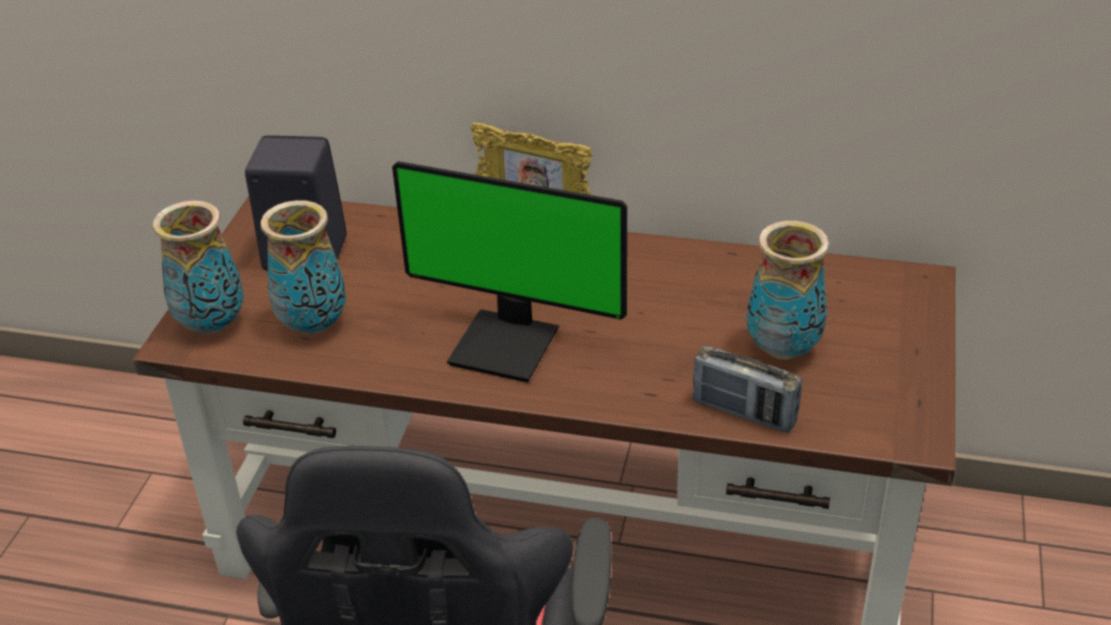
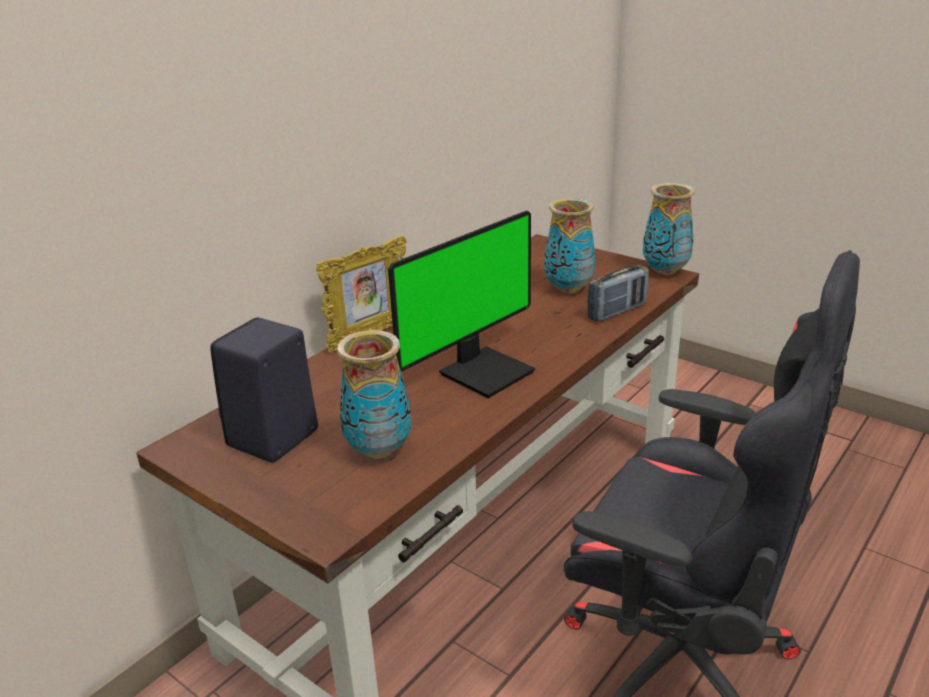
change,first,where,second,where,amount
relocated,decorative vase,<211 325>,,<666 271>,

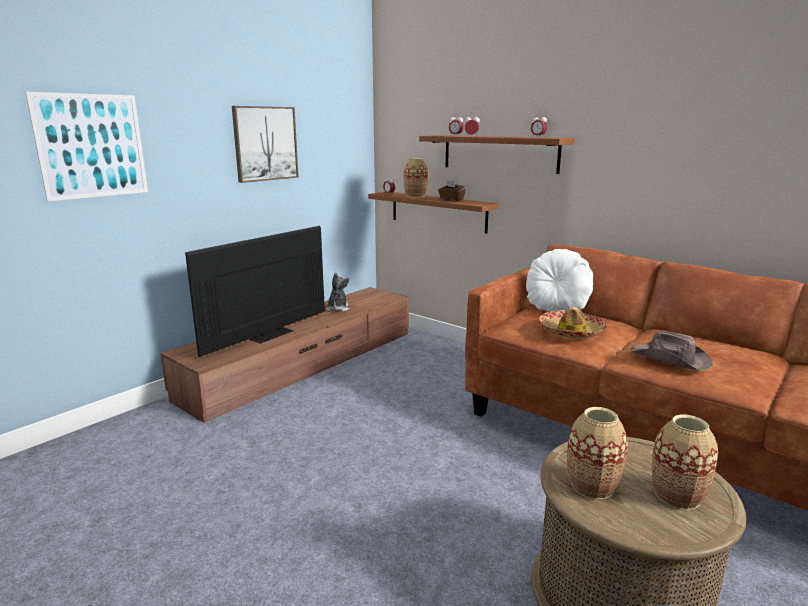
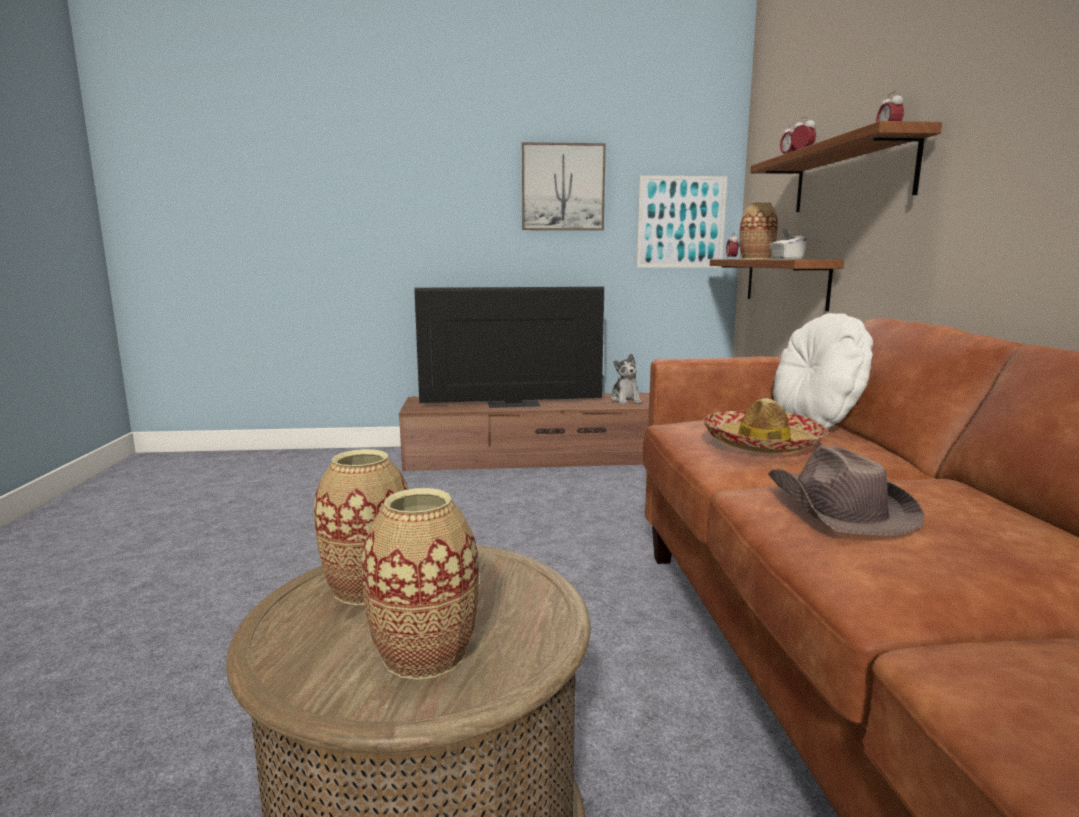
change,first,where,second,where,amount
relocated,wall art,<92 146>,,<681 222>,
colour,brownish tissue box,<451 200>,whitish tissue box,<786 259>,
spun,cuddly toy,<338 309>,,<625 400>,120 degrees clockwise

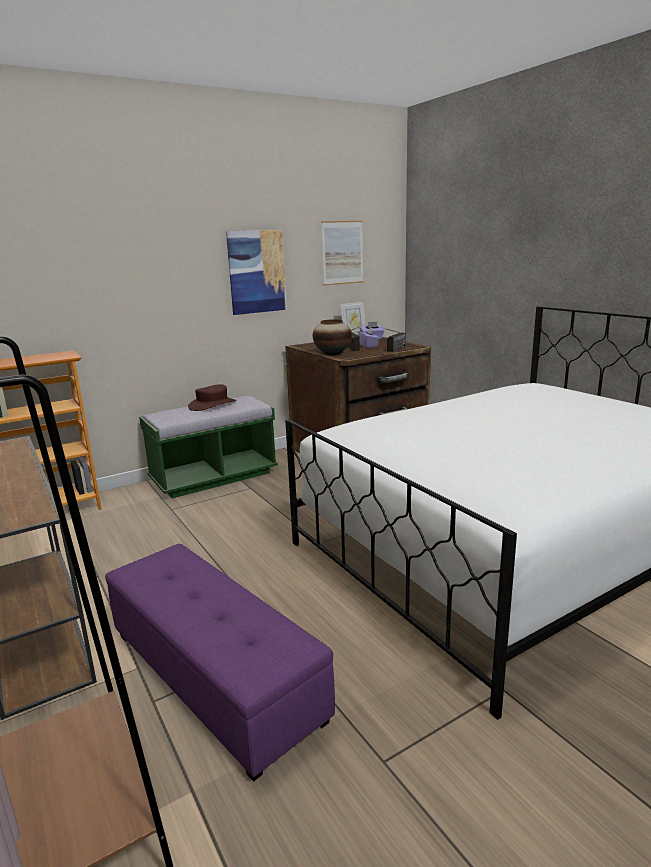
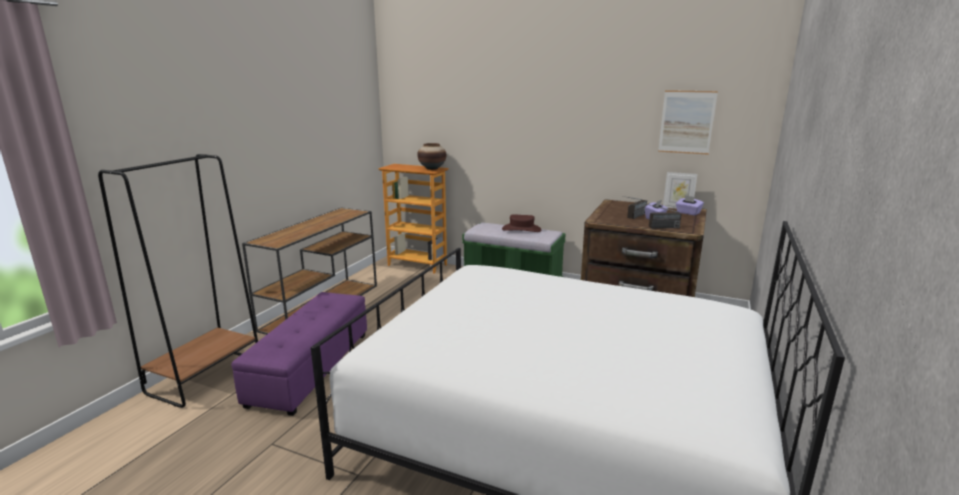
change,first,where,second,where,amount
missing,wall art,<256 272>,,,
relocated,decorative vase,<332 354>,,<432 168>,

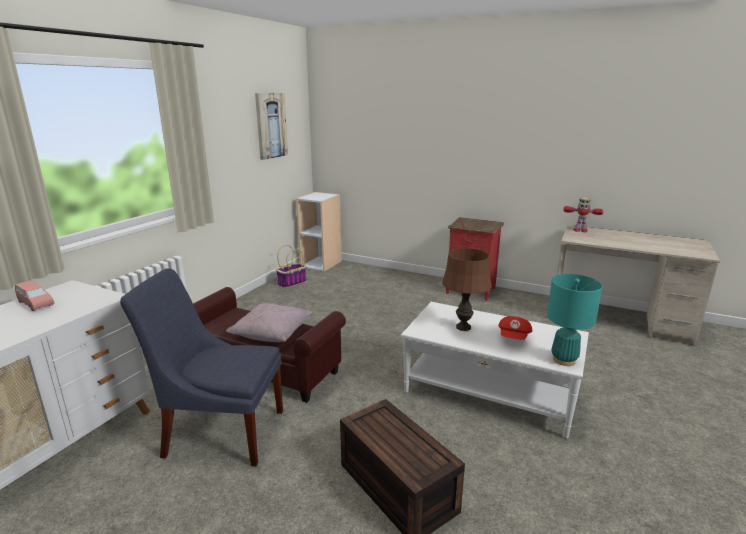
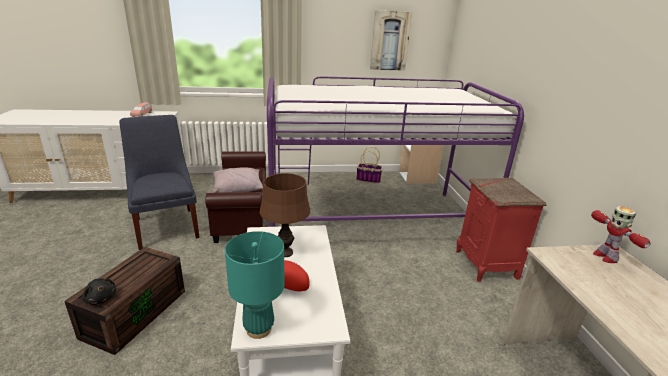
change,first,where,second,where,amount
appeared,,,purplish bedroom bed,<368 218>,
appeared,,,black-coloured cuddly toy,<101 298>,

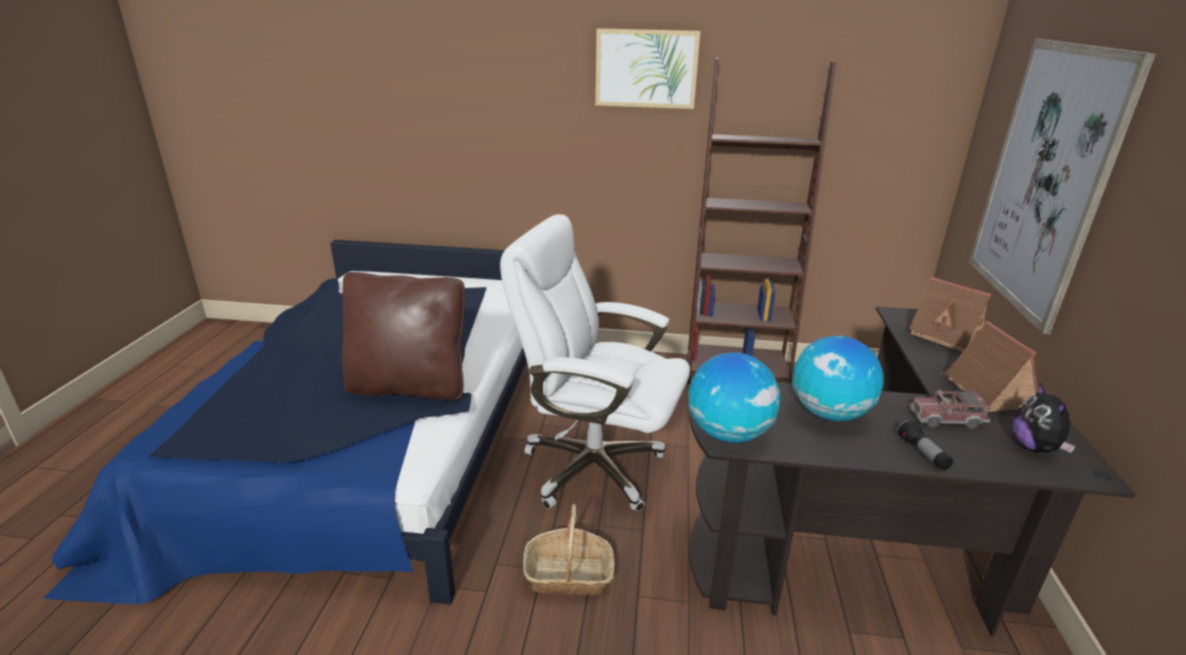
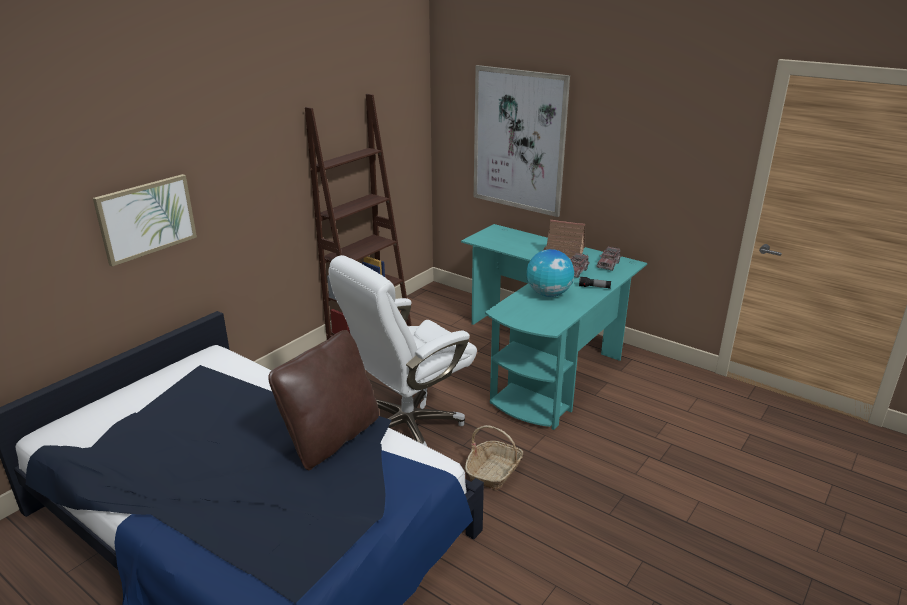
change,first,where,second,where,amount
relocated,wall art,<646 68>,,<146 218>,
missing,model house,<949 338>,,,
colour,black-coloured desk table,<875 537>,blue-green desk table,<546 358>,
missing,world globe,<728 433>,,,
exchanged,cuddly toy,<1035 447>,toy truck,<608 264>,

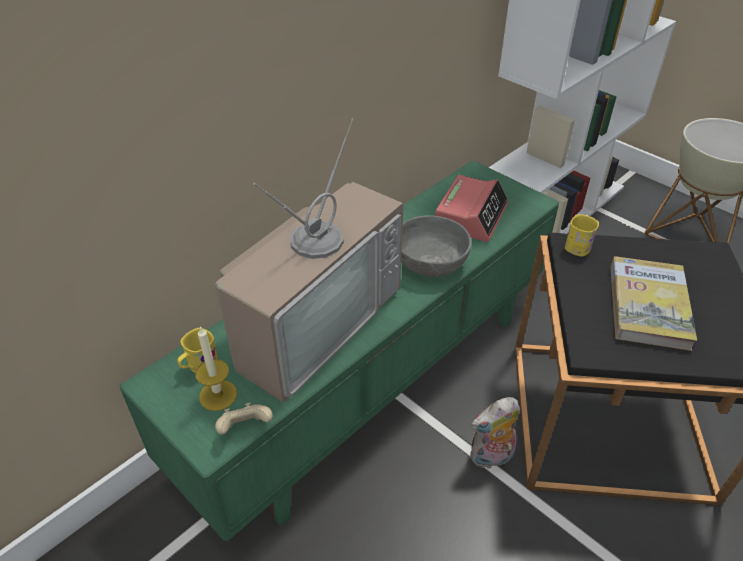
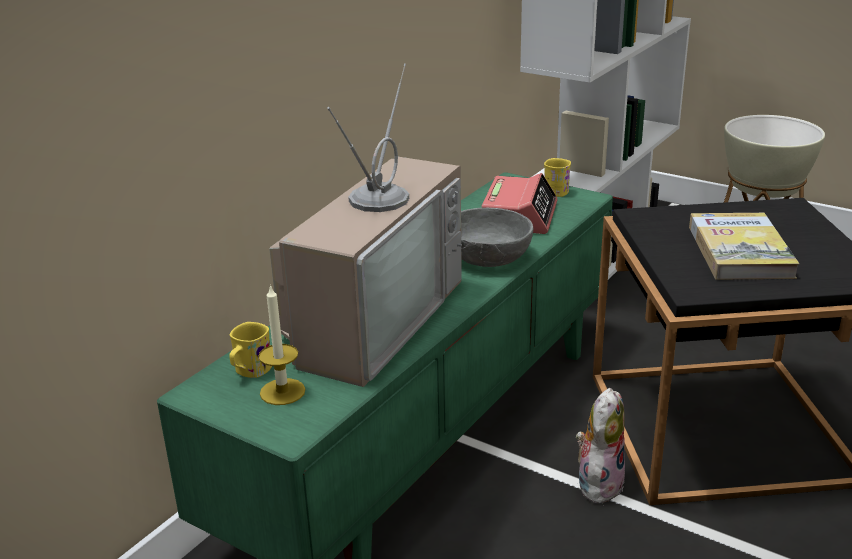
change,first,where,second,where,amount
relocated,yellowish coffee mug,<579 245>,,<558 190>,
spun,cuddly toy,<491 457>,,<598 482>,150 degrees clockwise
missing,beige-coloured joypad,<245 427>,,,

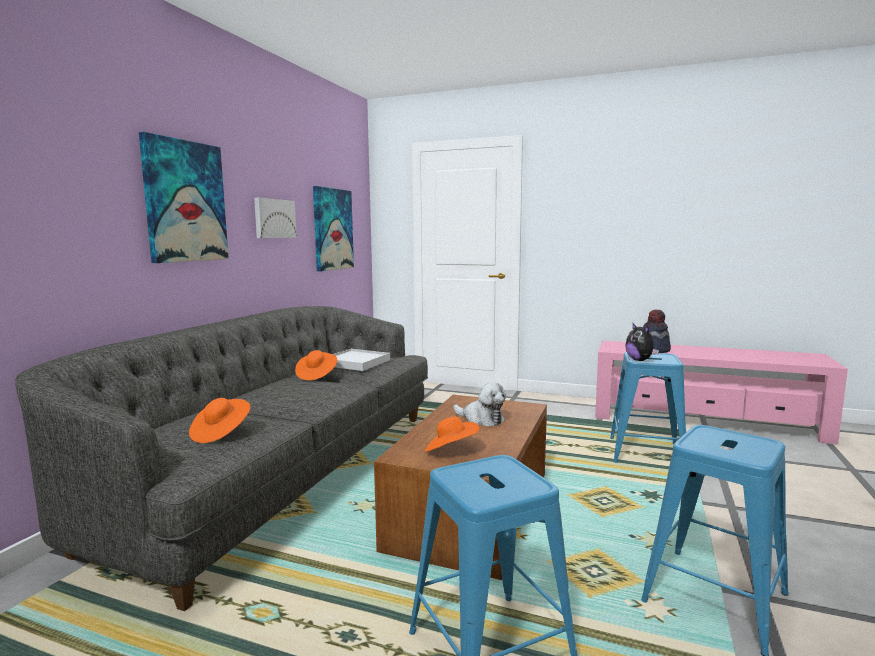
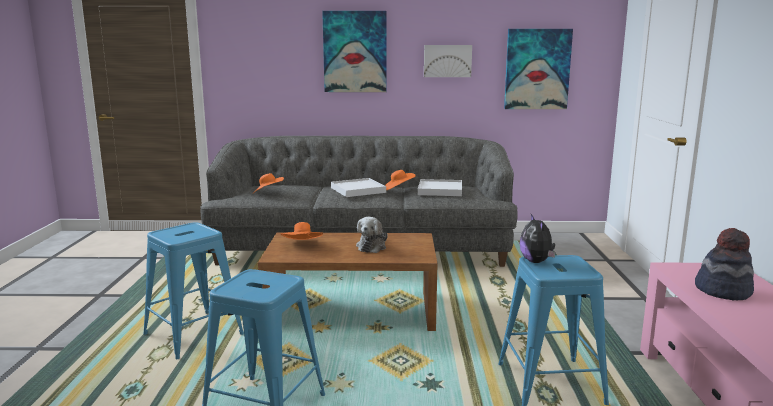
change,first,where,second,where,amount
spun,cuddly toy,<640 360>,,<537 261>,60 degrees counterclockwise
appeared,,,whitish serving tray,<358 190>,

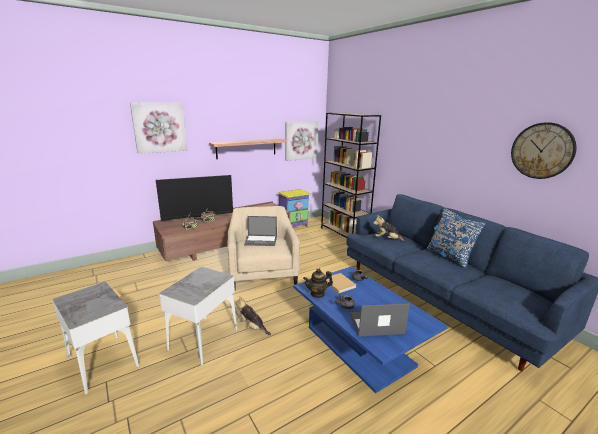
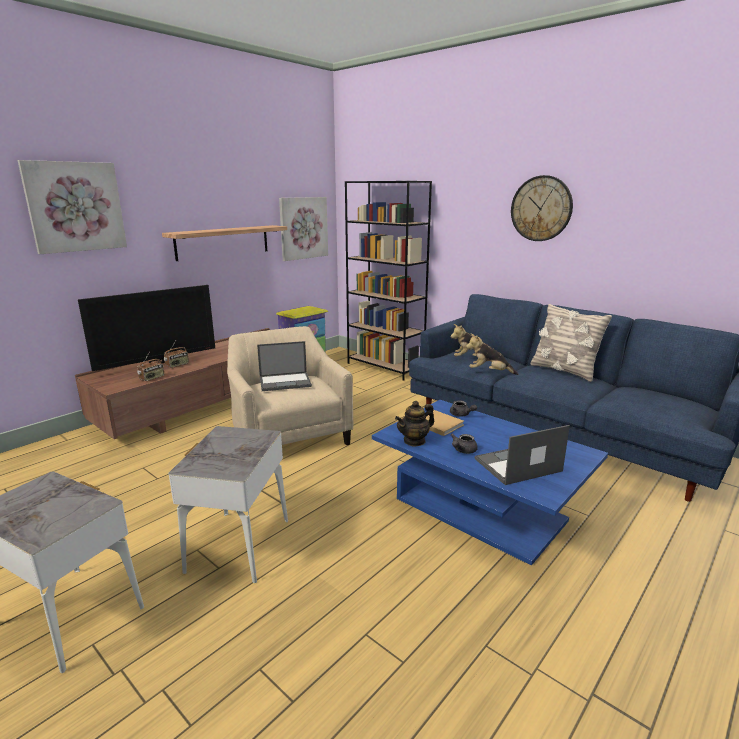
change,first,where,second,where,amount
relocated,wall clock,<542 151>,,<541 208>,
colour,blue-coloured cushion,<449 257>,beige-coloured cushion,<564 371>,
relocated,cuddly toy,<252 327>,,<489 372>,

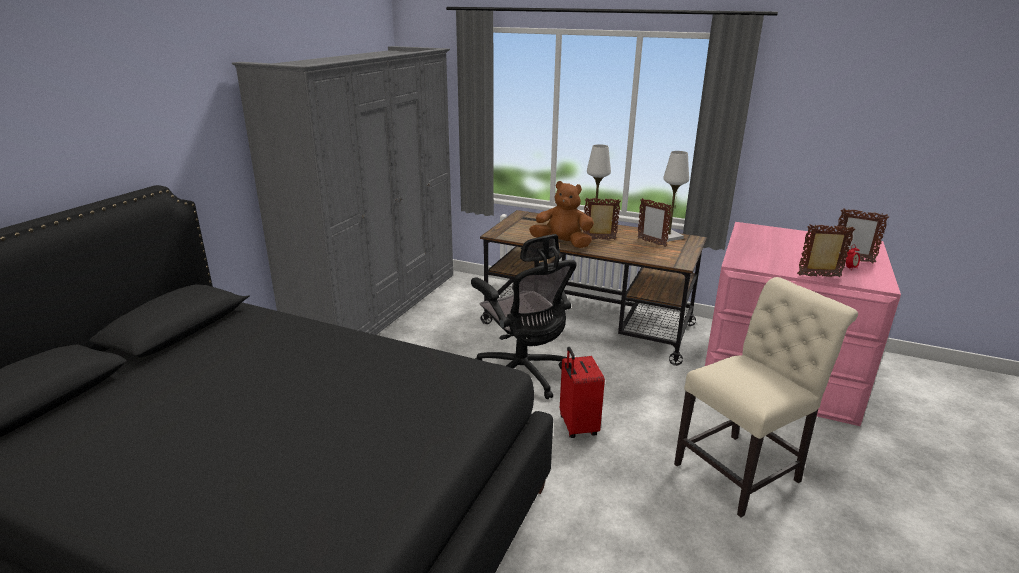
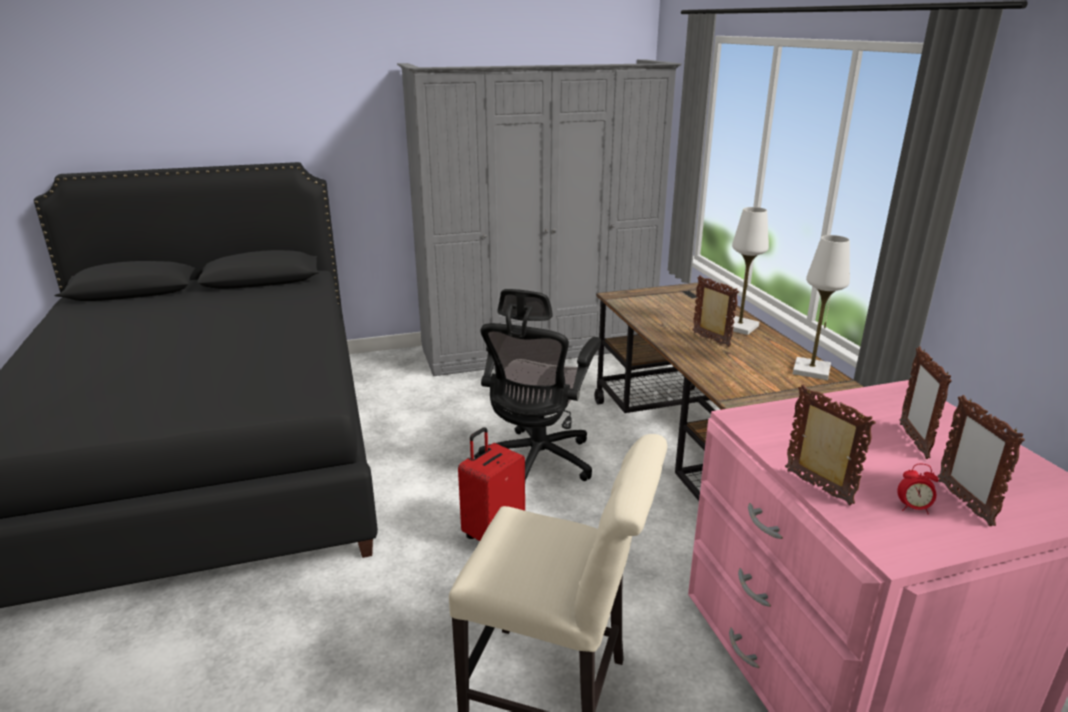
change,first,where,second,where,amount
missing,brownish cuddly toy,<562 243>,,,
relocated,standing frame,<651 242>,,<913 441>,

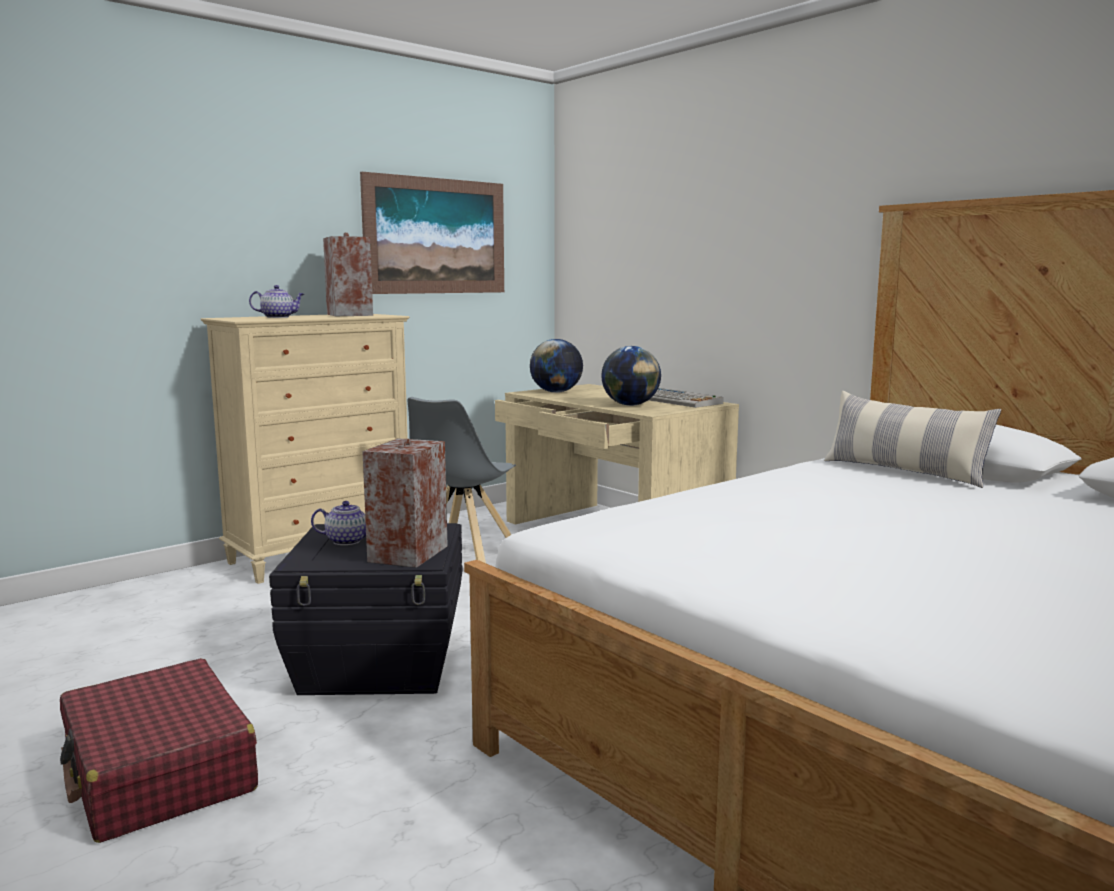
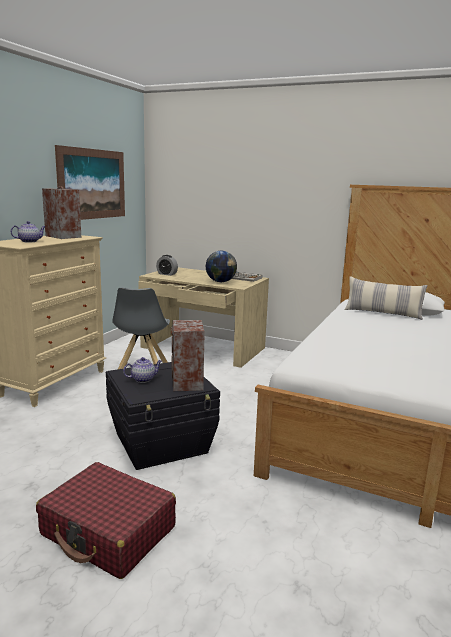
change,first,where,second,where,amount
exchanged,world globe,<556 392>,table clock,<167 274>,

